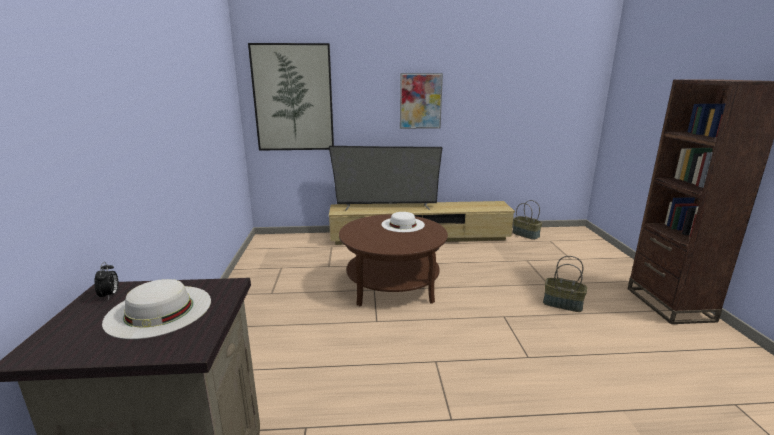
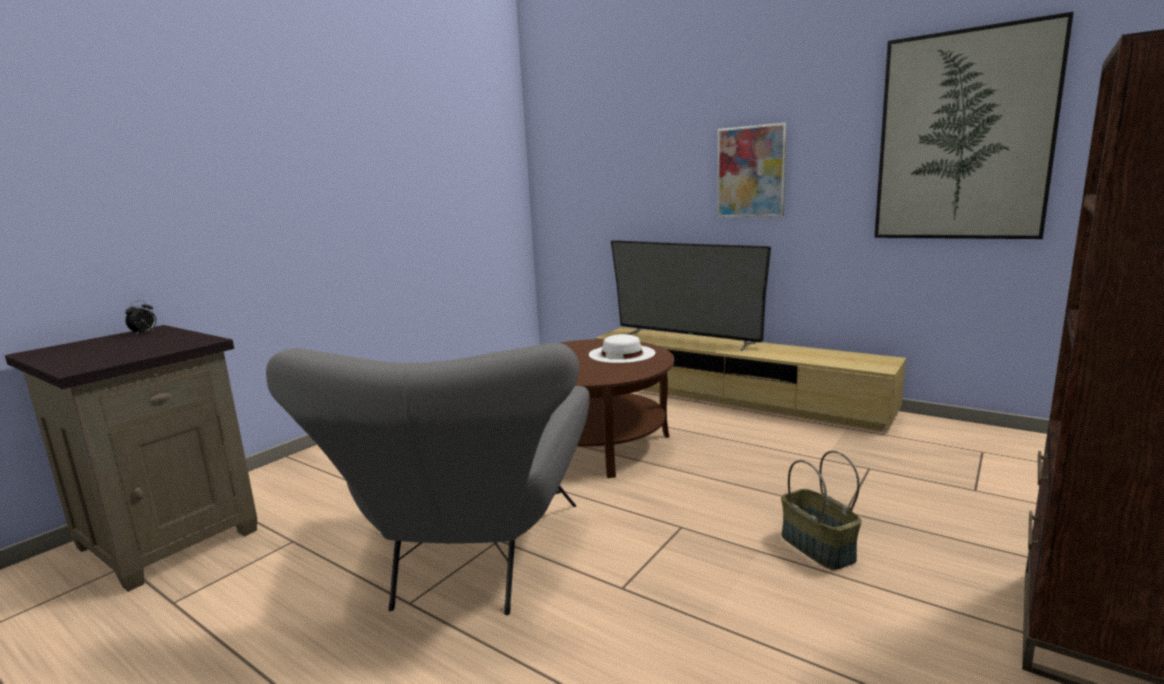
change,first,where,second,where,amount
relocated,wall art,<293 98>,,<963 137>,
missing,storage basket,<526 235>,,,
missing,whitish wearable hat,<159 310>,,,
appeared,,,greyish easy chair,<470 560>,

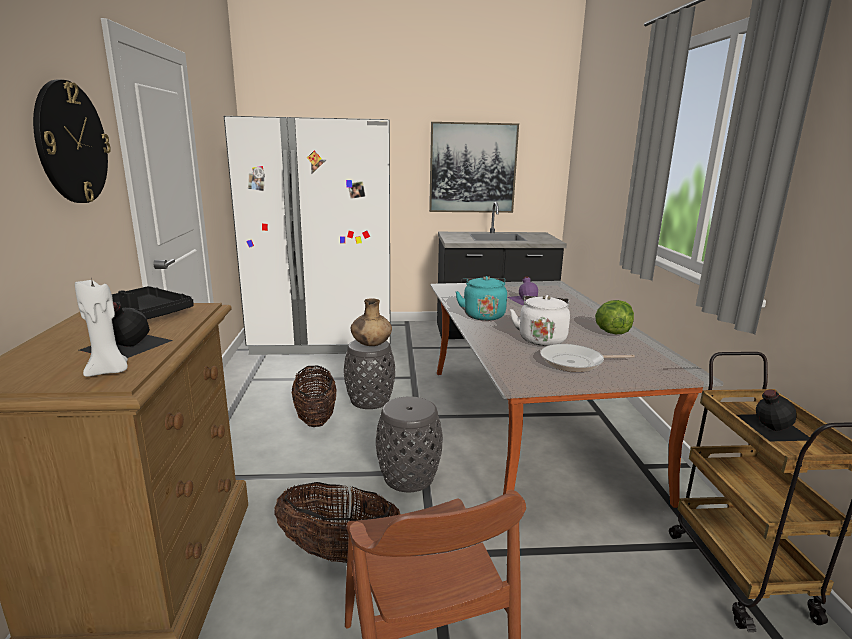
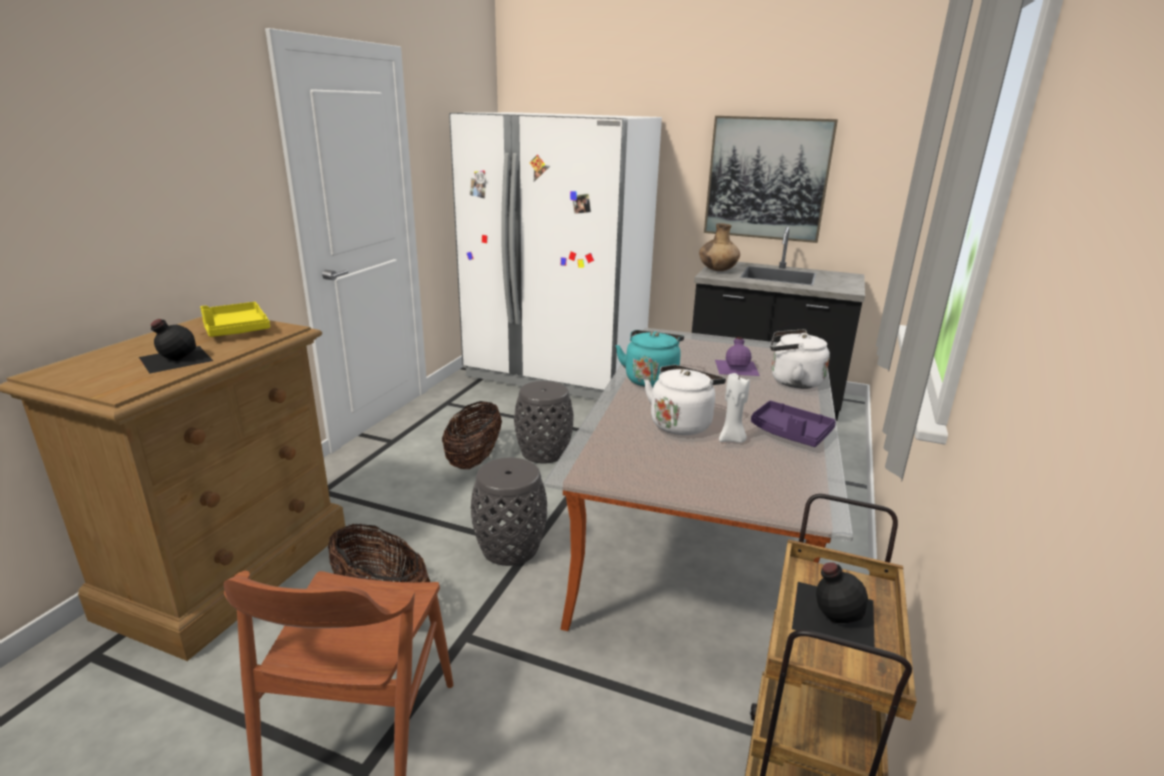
change,first,where,second,where,amount
missing,wall clock,<71 143>,,,
relocated,whitish wax candle,<109 371>,,<731 439>,
colour,black-coloured serving tray,<147 314>,yellowish serving tray,<236 329>,
relocated,brownish decorative vase,<371 345>,,<717 270>,
exchanged,lettuce head,<612 332>,purplish serving tray,<790 433>,
missing,frying pan,<575 362>,,,
appeared,,,whitish tea kettle,<792 381>,

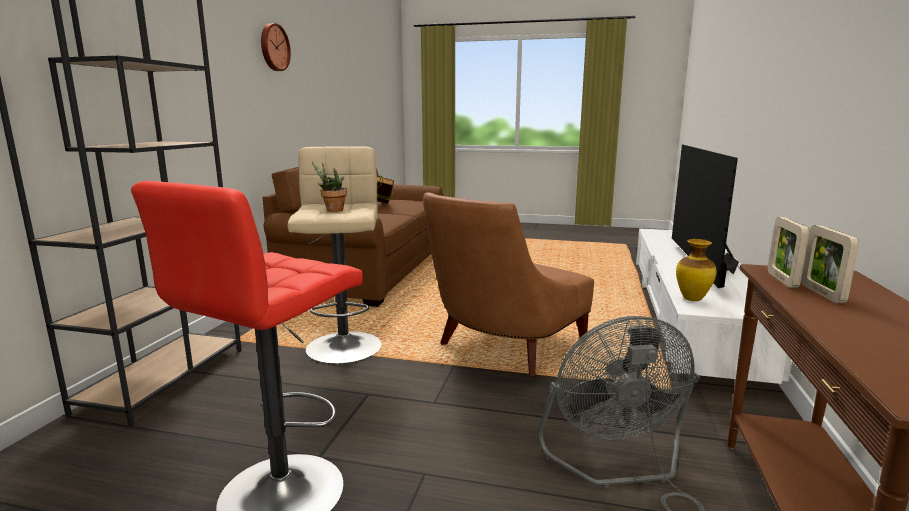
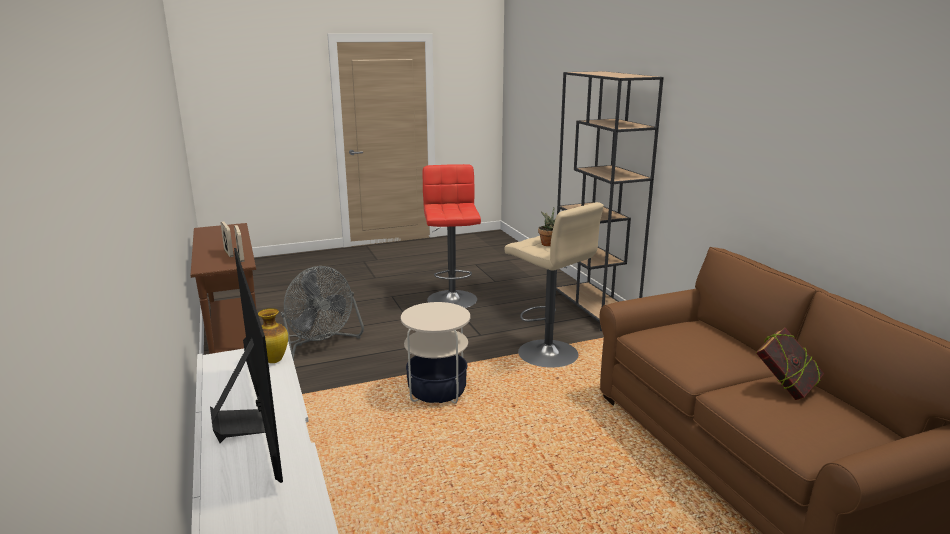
change,first,where,second,where,amount
missing,wall clock,<273 47>,,,
exchanged,brownish easy chair,<504 347>,beige-coloured accent table,<437 392>,

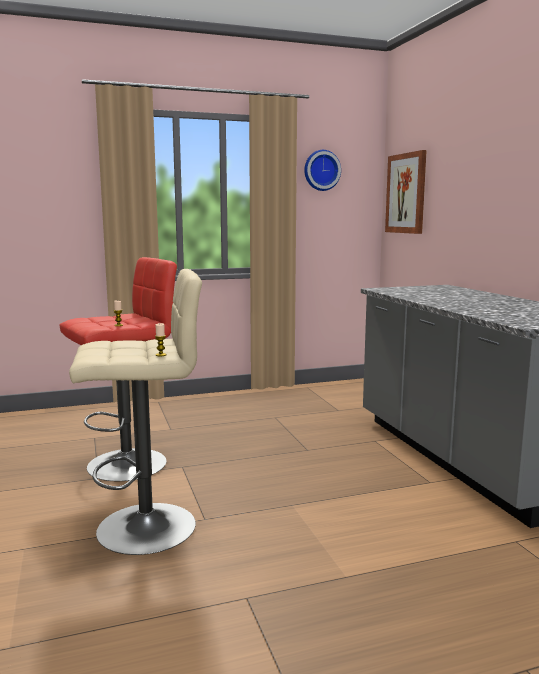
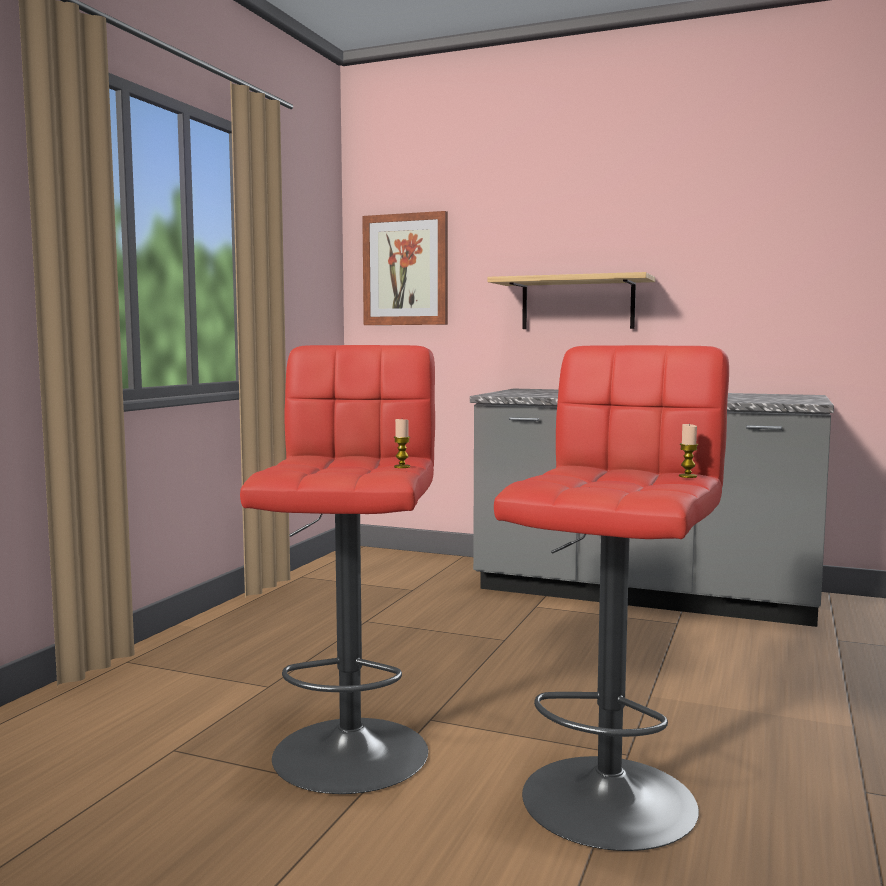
change,first,where,second,where,amount
missing,wall clock,<321 170>,,,
colour,beige-coloured sitting stool,<147 528>,red sitting stool,<611 800>,
appeared,,,wall shelf,<577 303>,

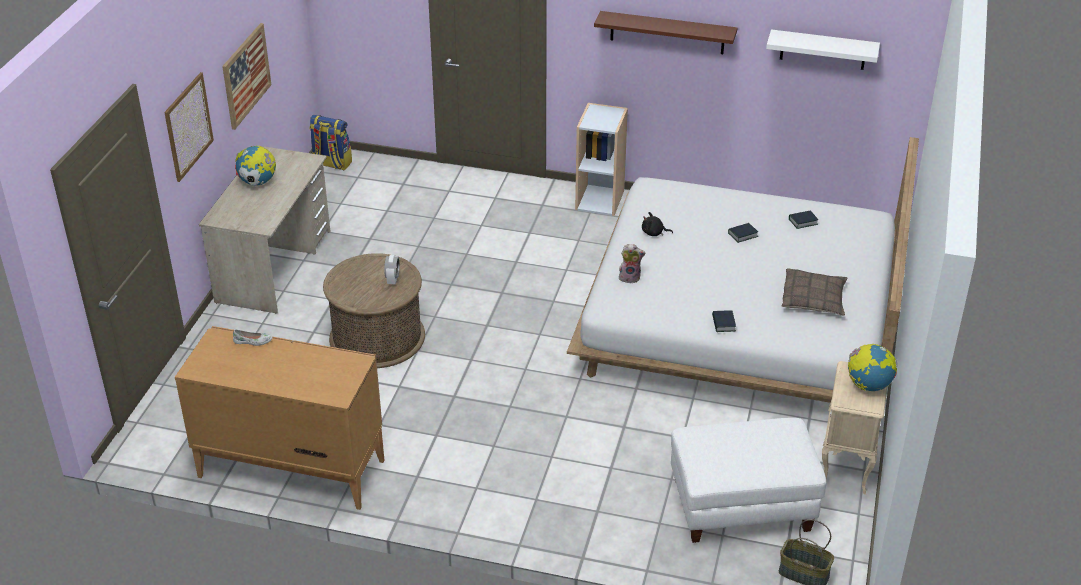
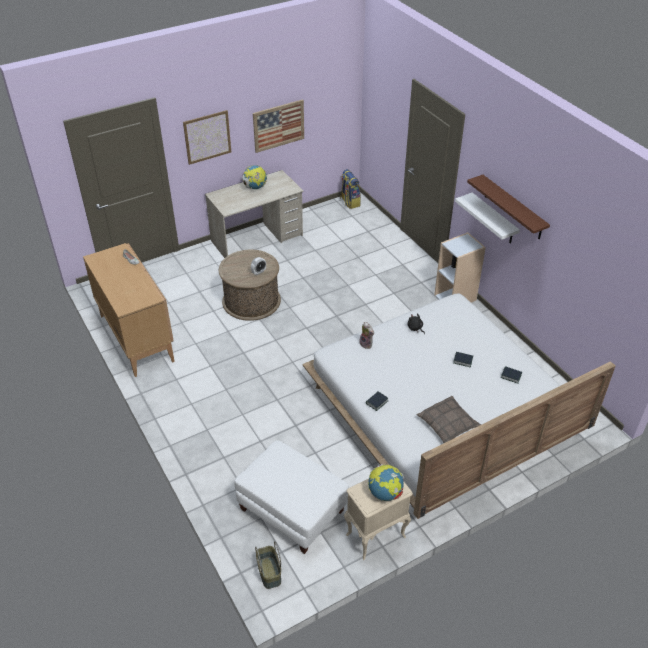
change,first,where,second,where,amount
relocated,whitish wall shelf,<823 50>,,<493 219>,

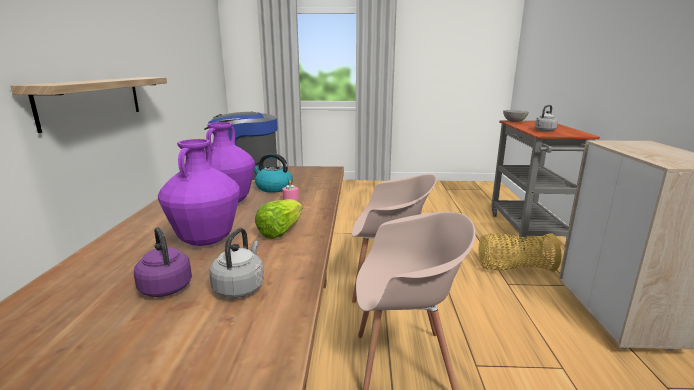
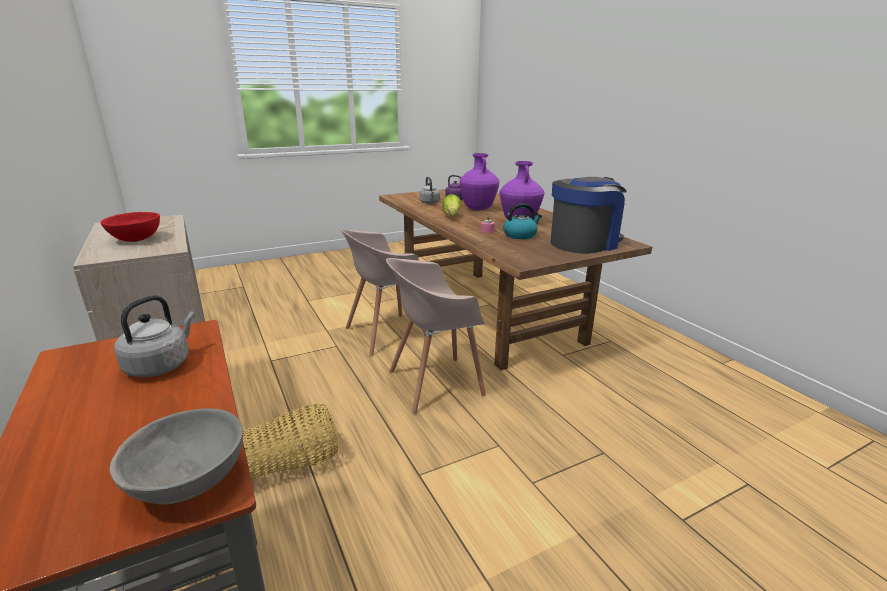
change,first,where,second,where,amount
missing,wall shelf,<93 100>,,,
appeared,,,red serving bowl,<136 240>,

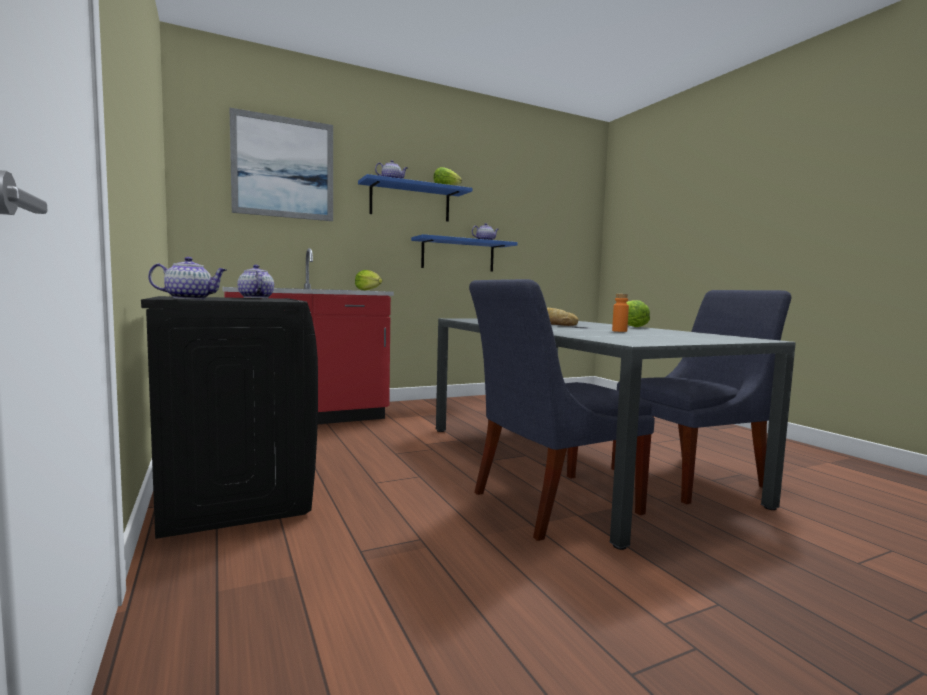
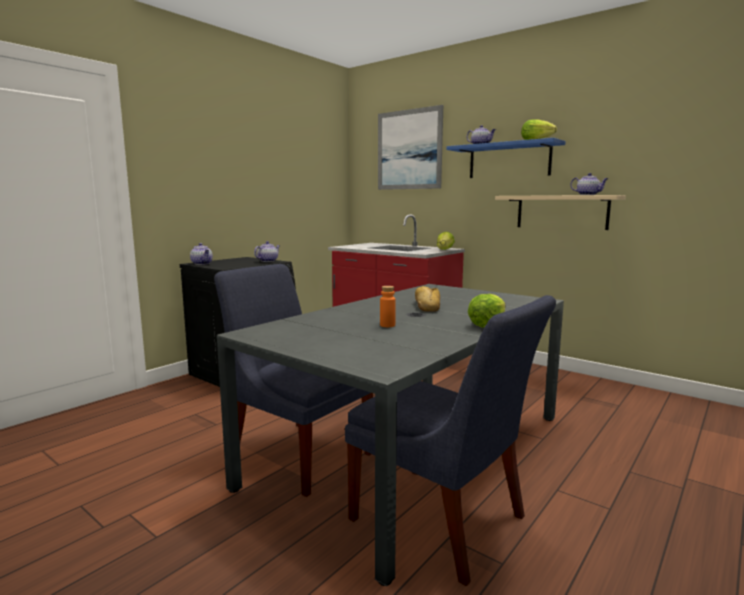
change,first,where,second,where,amount
colour,blue-coloured wall shelf,<458 255>,beige-coloured wall shelf,<561 212>,

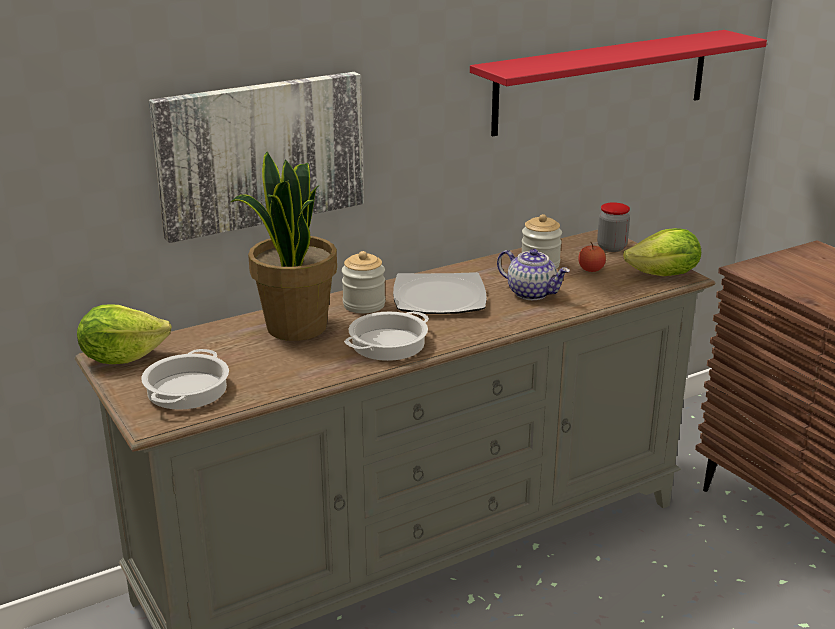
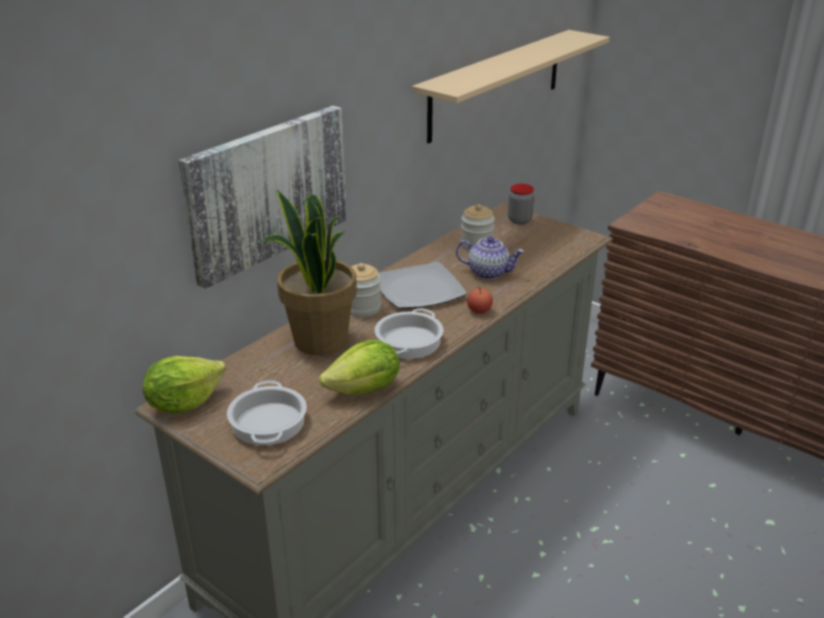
change,first,where,second,where,amount
colour,red wall shelf,<602 81>,beige-coloured wall shelf,<496 84>,
relocated,lettuce head,<664 275>,,<365 389>,
relocated,apple,<591 269>,,<479 310>,

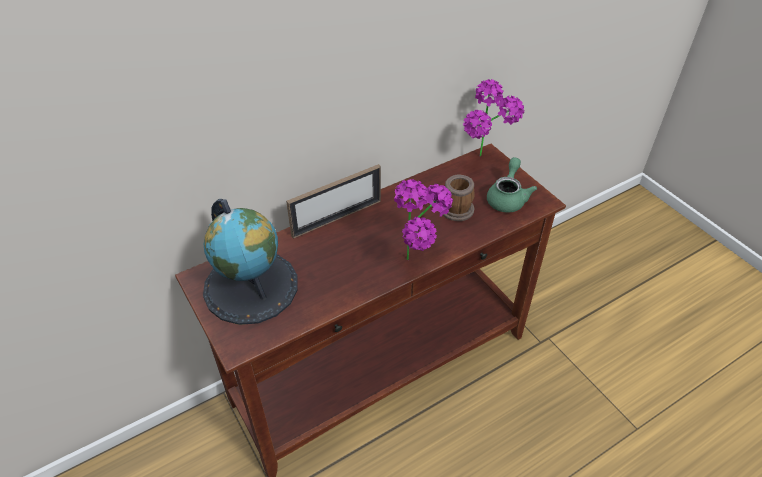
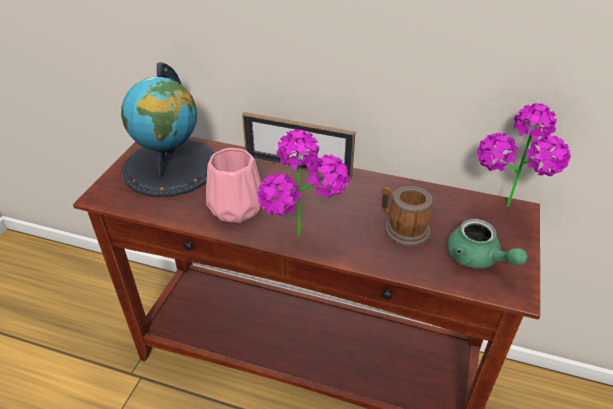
change,first,where,second,where,amount
spun,green-coloured tea pot,<507 198>,,<477 259>,75 degrees clockwise
appeared,,,pinkish decorative vase,<235 209>,

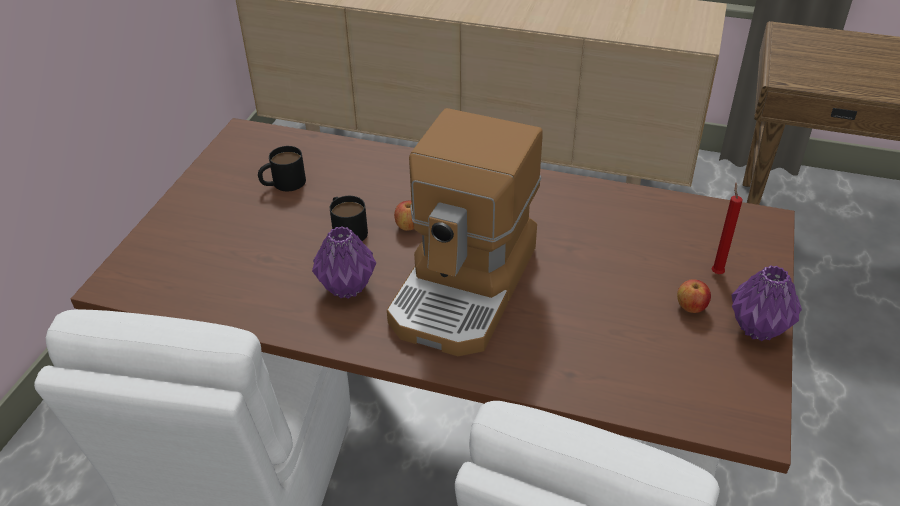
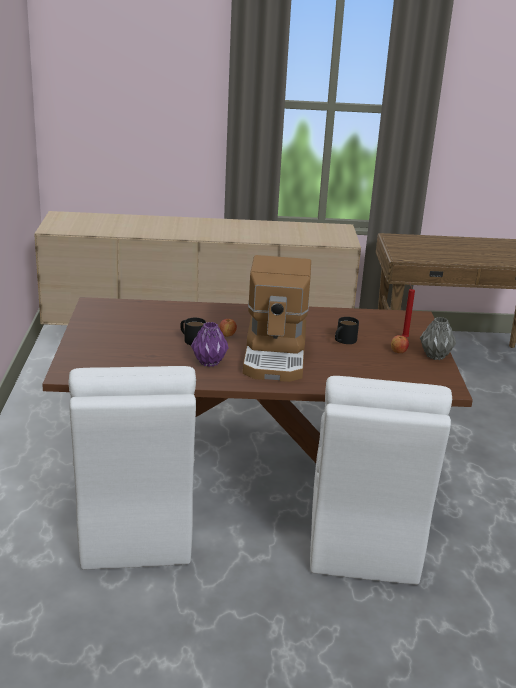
change,first,where,second,where,amount
relocated,black-coloured coffee mug,<283 183>,,<343 341>,
colour,purplish decorative vase,<757 329>,greyish decorative vase,<435 356>,

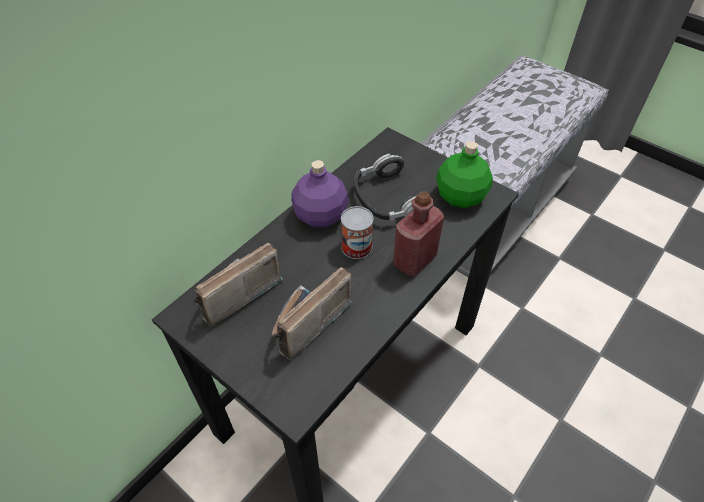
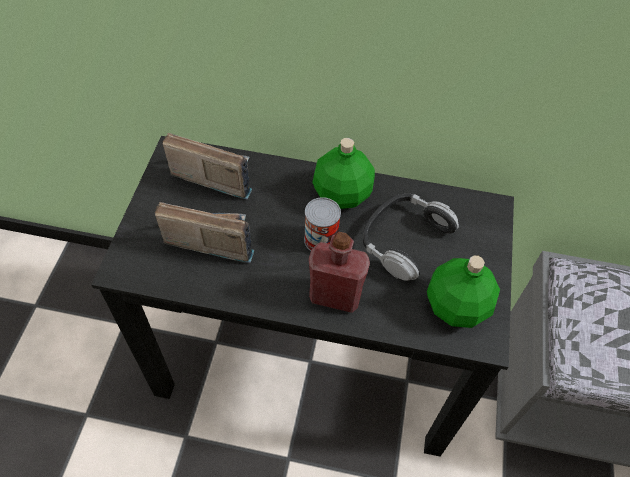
change,first,where,second,where,amount
colour,purplish bottle,<320 216>,green-coloured bottle,<341 194>,

